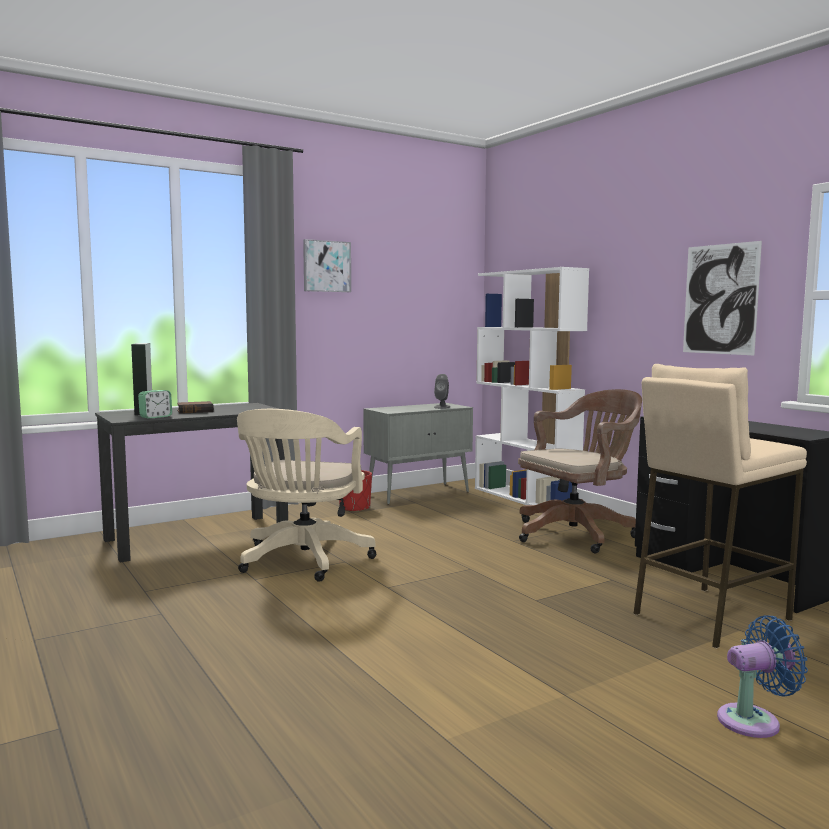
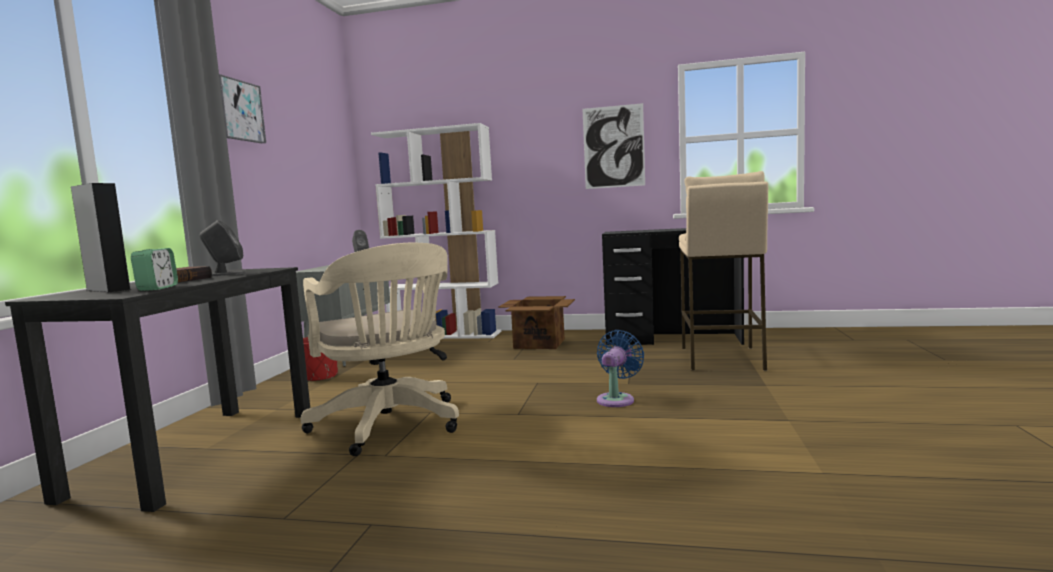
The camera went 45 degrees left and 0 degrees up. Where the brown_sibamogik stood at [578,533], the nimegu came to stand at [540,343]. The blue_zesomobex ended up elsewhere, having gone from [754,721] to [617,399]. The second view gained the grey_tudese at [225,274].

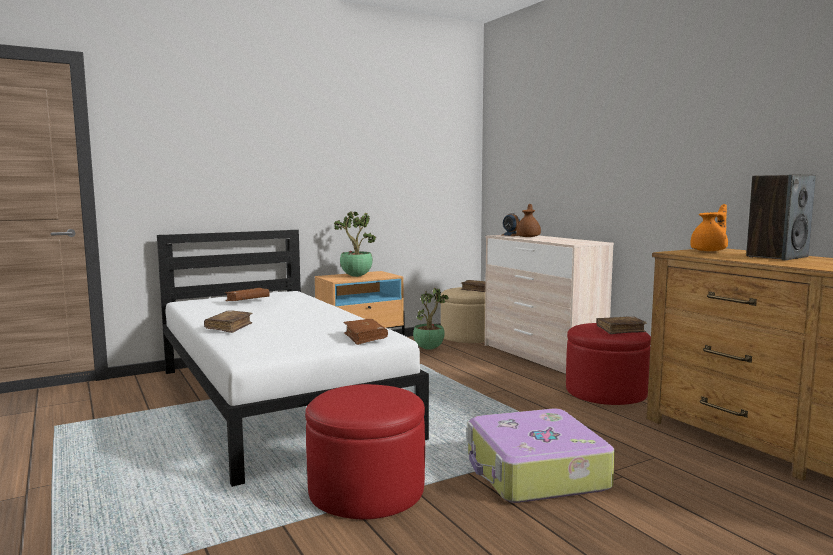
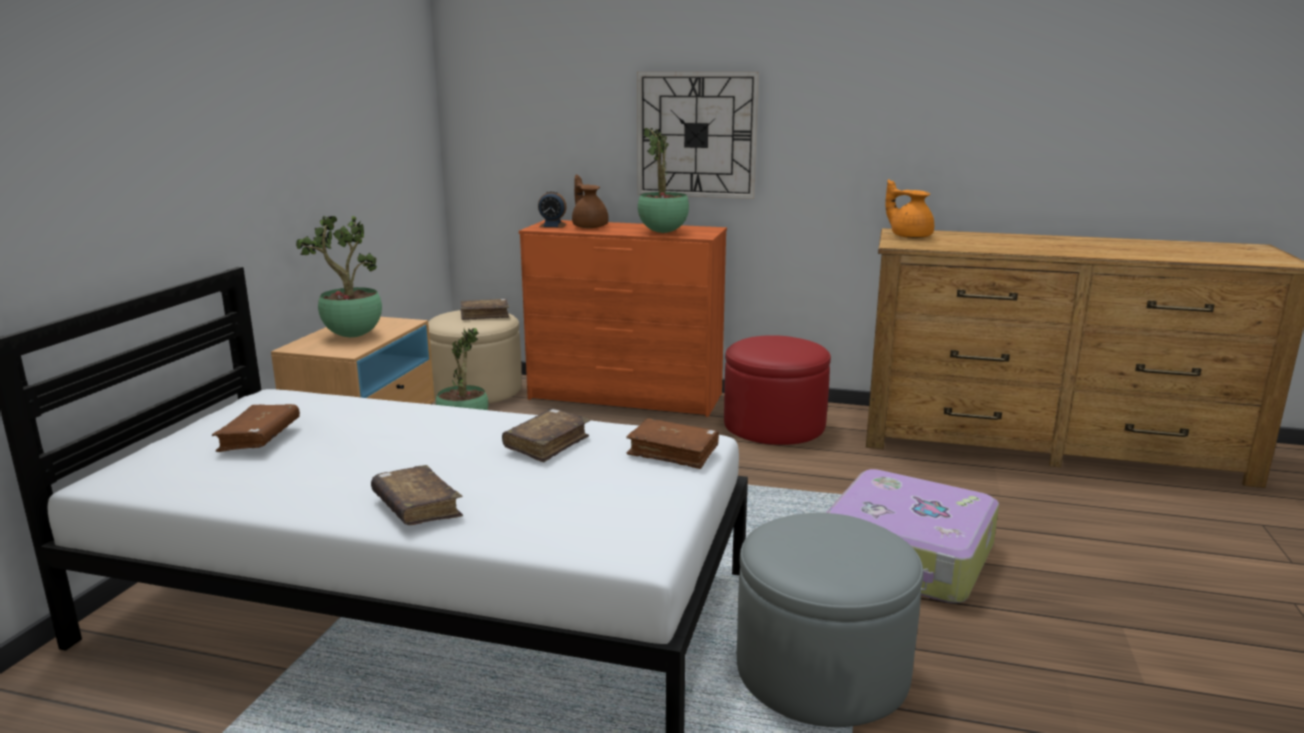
The camera went 45 degrees left and 10 degrees up. What was the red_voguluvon at [366,489] turned into the grey_voguluvon at [822,670]. What was the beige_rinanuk at [541,357] turned into the orange_rinanuk at [625,397]. The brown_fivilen ended up elsewhere, having gone from [620,330] to [547,444]. The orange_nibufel at [710,250] ended up facing another way, 60 degrees counterclockwise from before. The second view lost the tudese at [777,257]. The second view gained the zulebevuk at [696,135]. The second view gained the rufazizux at [663,232].

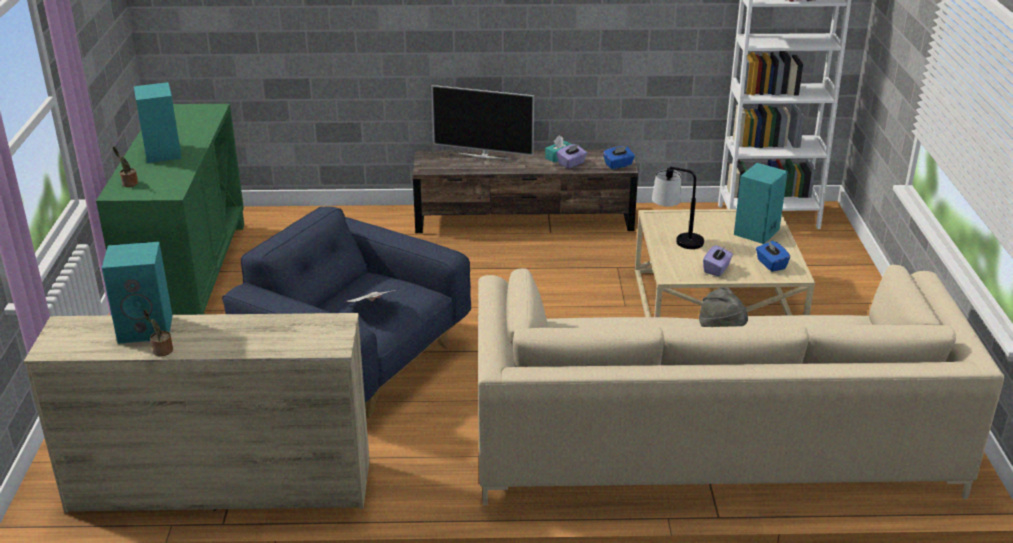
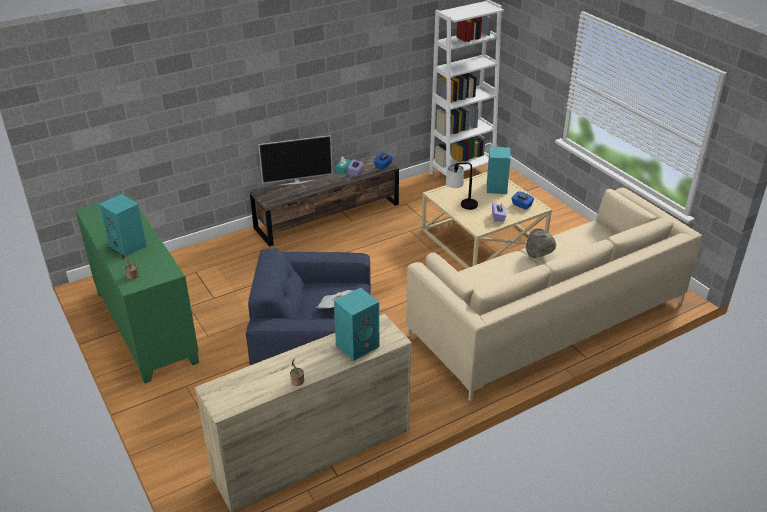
The camera went 30 degrees left and 5 degrees up. The turquoise_tudese ended up elsewhere, having gone from [147,328] to [357,345].

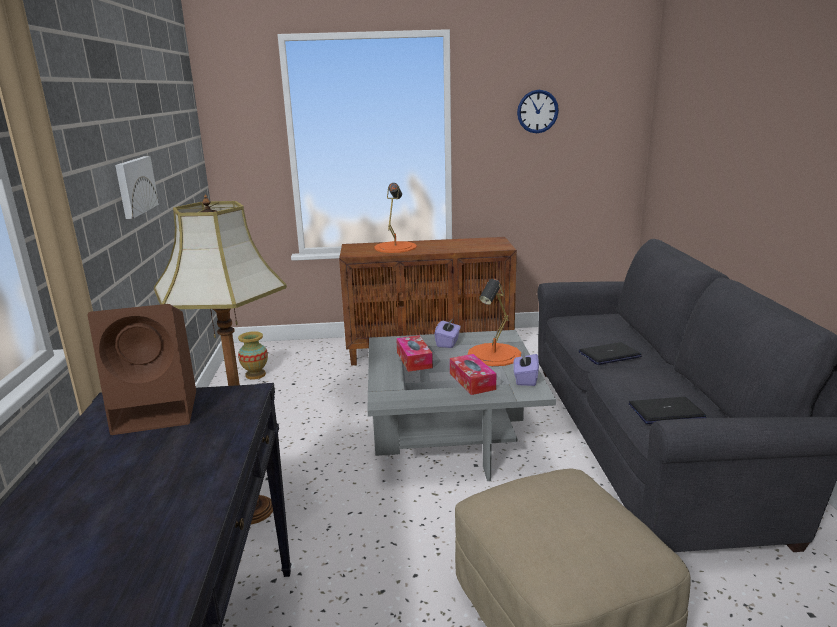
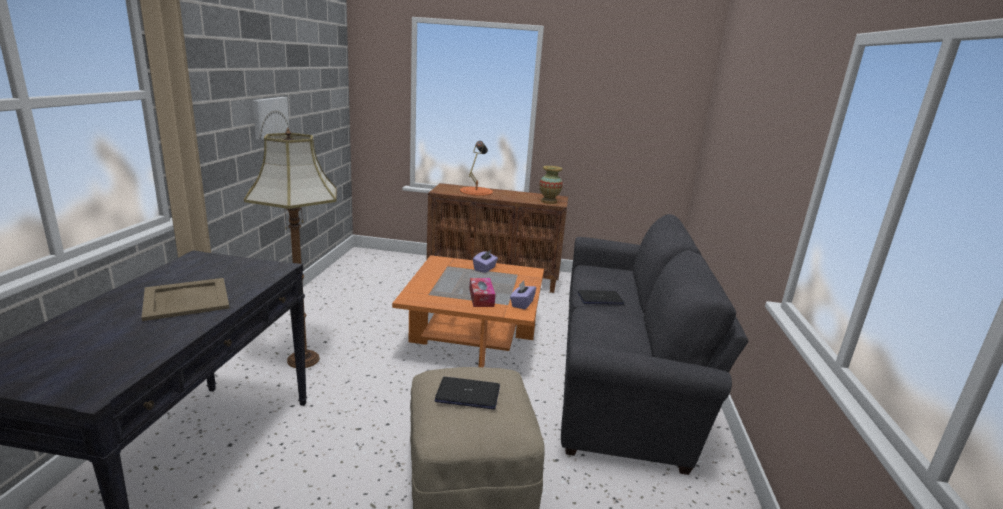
The camera went 10 degrees right and 0 degrees up. The second view lost the brown_tudese at [159,411]. The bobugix ended up elsewhere, having gone from [255,375] to [549,201]. What was the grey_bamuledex at [452,436] turned into the orange_bamuledex at [472,340]. The second view lost the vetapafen at [414,360]. The second view lost the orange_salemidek at [494,355]. The second view lost the zulebevuk at [537,111]. The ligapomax ended up elsewhere, having gone from [666,412] to [468,394]. The second view gained the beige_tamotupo at [187,299].

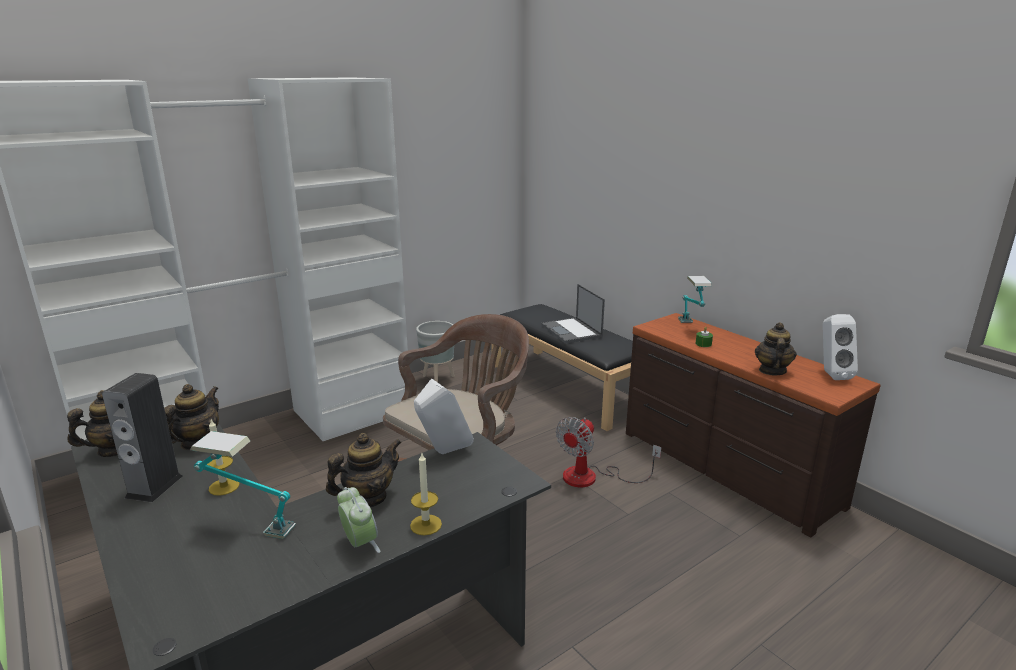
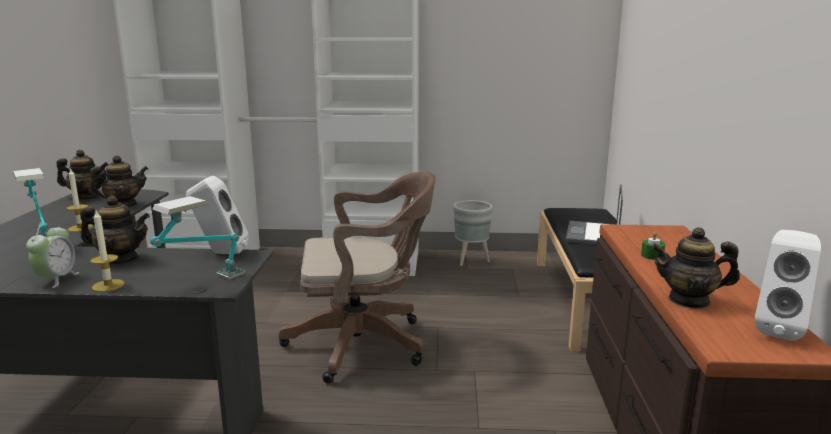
The camera went 40 degrees right and 5 degrees down. The second view lost the tudese at [154,486]. The second view lost the zesomobex at [592,477]. The salemidek ended up elsewhere, having gone from [691,328] to [203,284]. The nibufel at [772,371] ended up facing another way, 135 degrees counterclockwise from before.

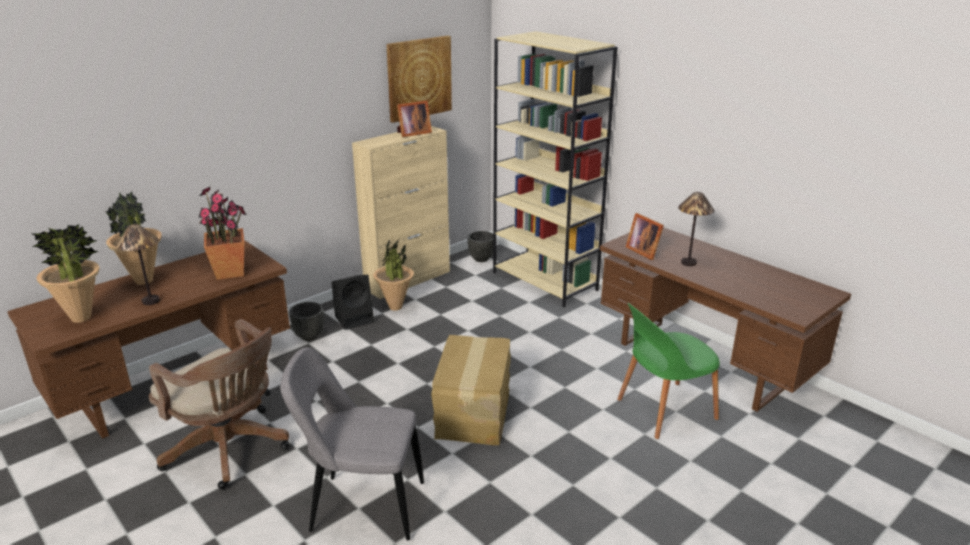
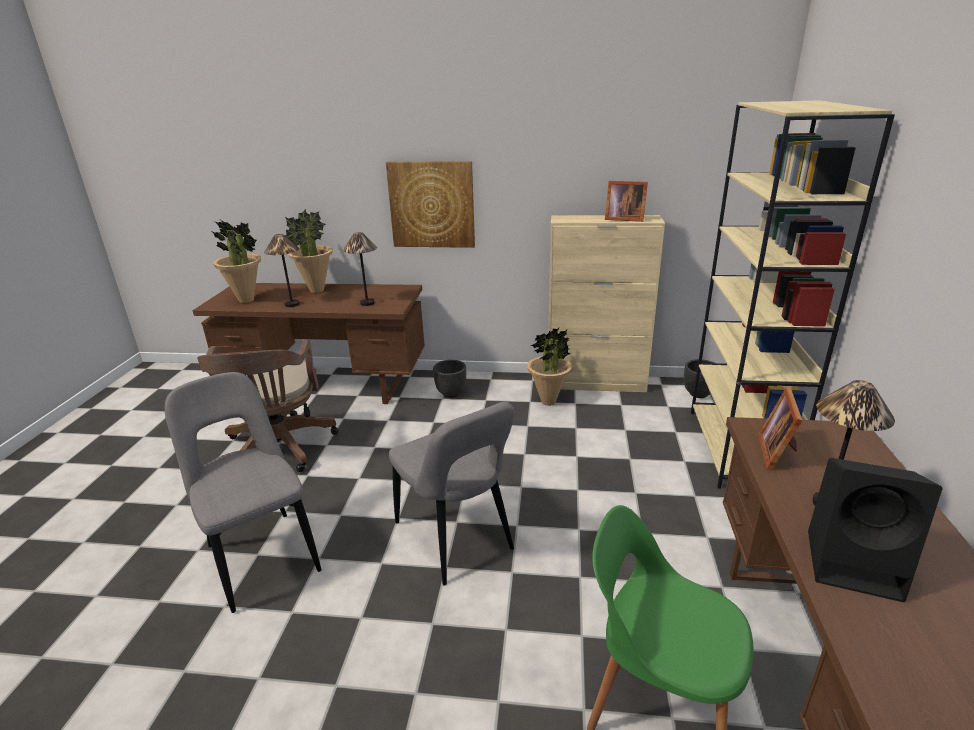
The camera went 50 degrees right and 0 degrees up. Where the rufazizux stood at [230,272], the salemidek came to stand at [367,303]. The black_tudese ended up elsewhere, having gone from [355,319] to [855,564]. The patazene ended up elsewhere, having gone from [419,78] to [432,204]. Where the nimegu stood at [474,413], the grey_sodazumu came to stand at [456,539].

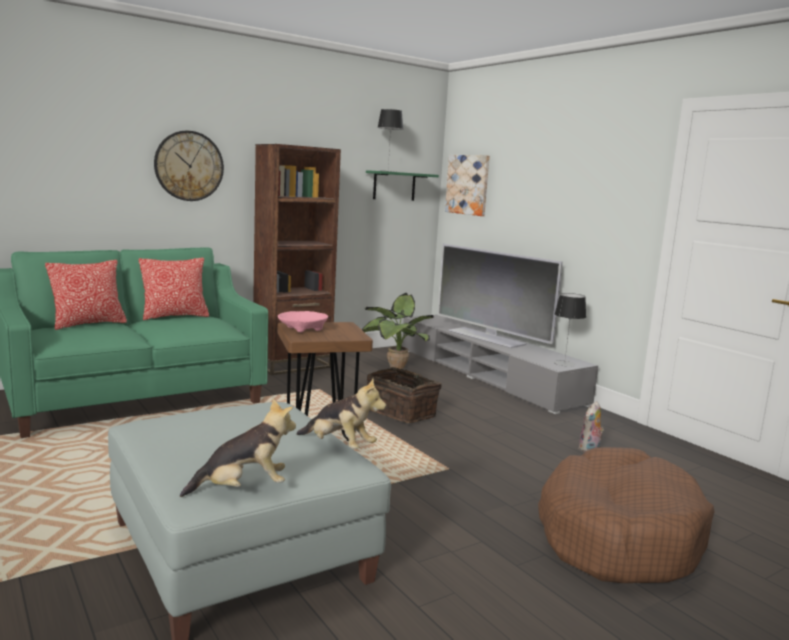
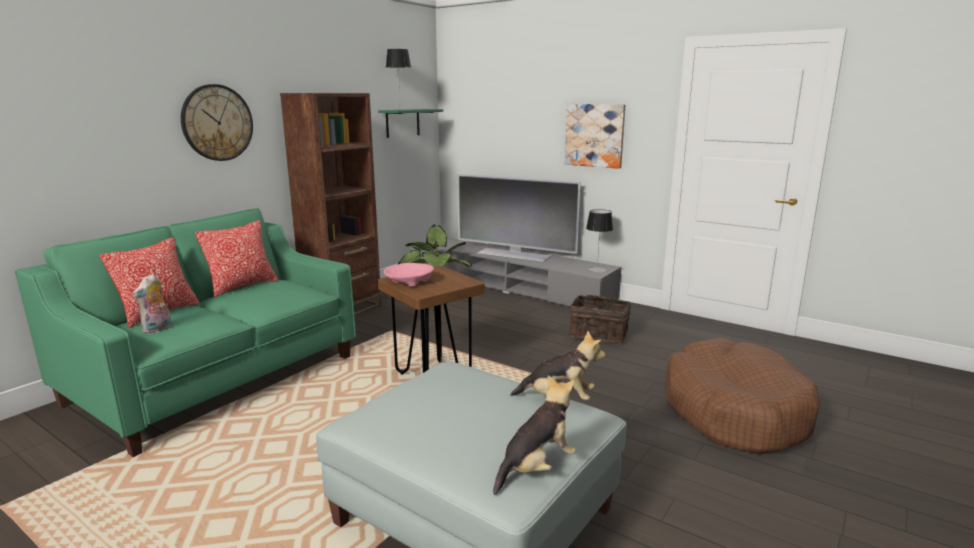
The camera went 20 degrees left and 5 degrees up. The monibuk ended up elsewhere, having gone from [402,413] to [599,334]. The patazene ended up elsewhere, having gone from [468,184] to [594,135]. The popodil ended up elsewhere, having gone from [589,449] to [157,329].

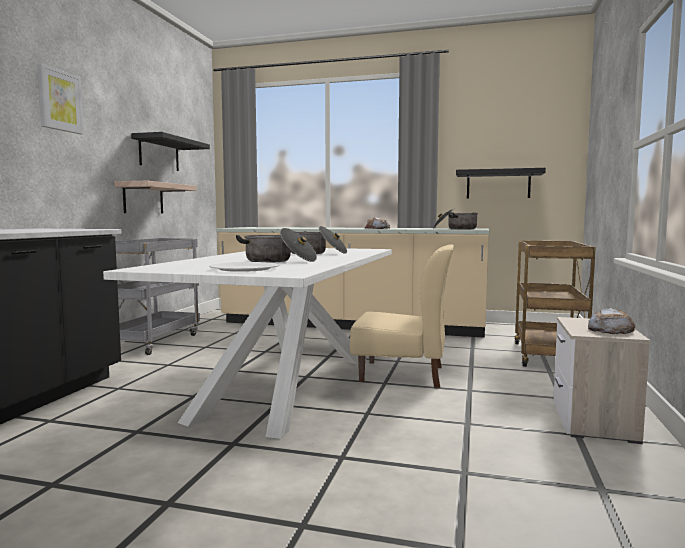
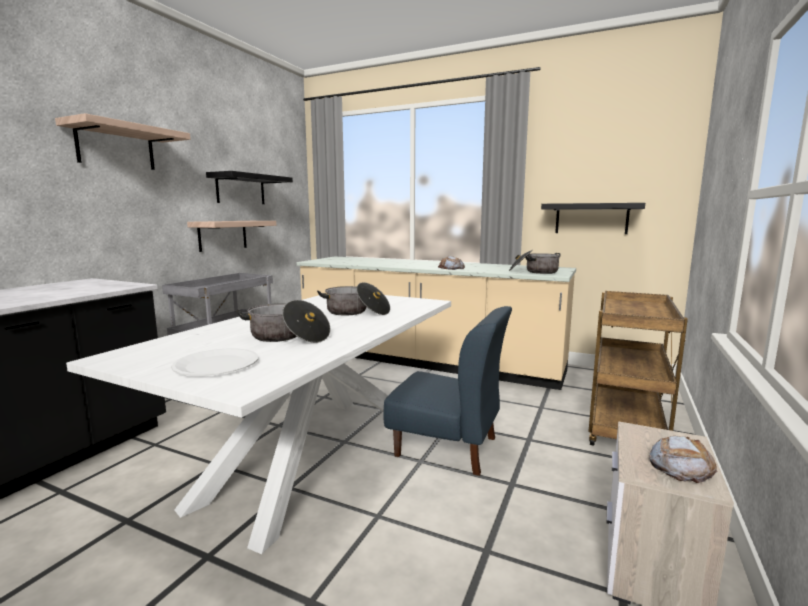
The camera went 10 degrees right and 5 degrees up. Where the patazene hung at [59,100], the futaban came to hang at [116,147]. What was the beige_sodazumu at [403,374] turned into the blue_sodazumu at [447,447].

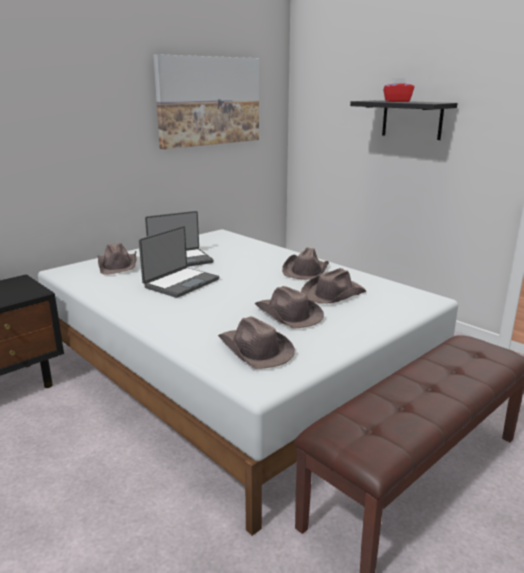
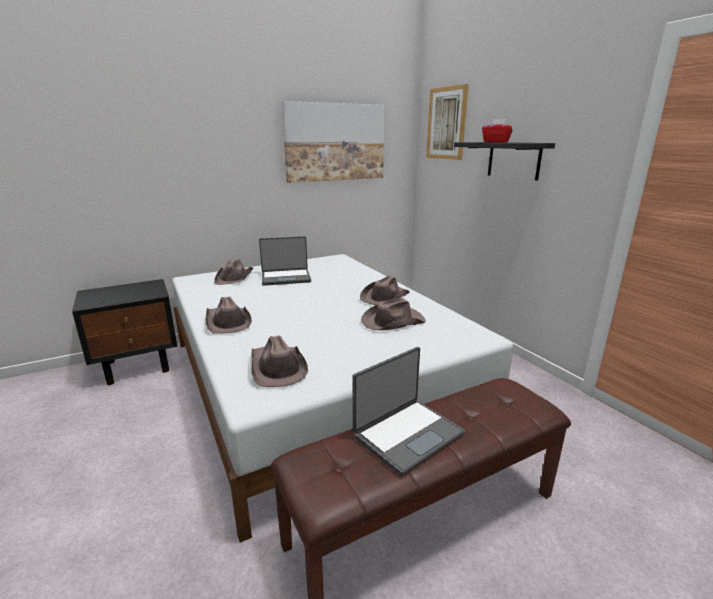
The camera went 15 degrees right and 0 degrees up. The ligapomax ended up elsewhere, having gone from [180,283] to [407,434]. The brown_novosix ended up elsewhere, having gone from [288,315] to [228,321]. The second view gained the patazene at [446,123].

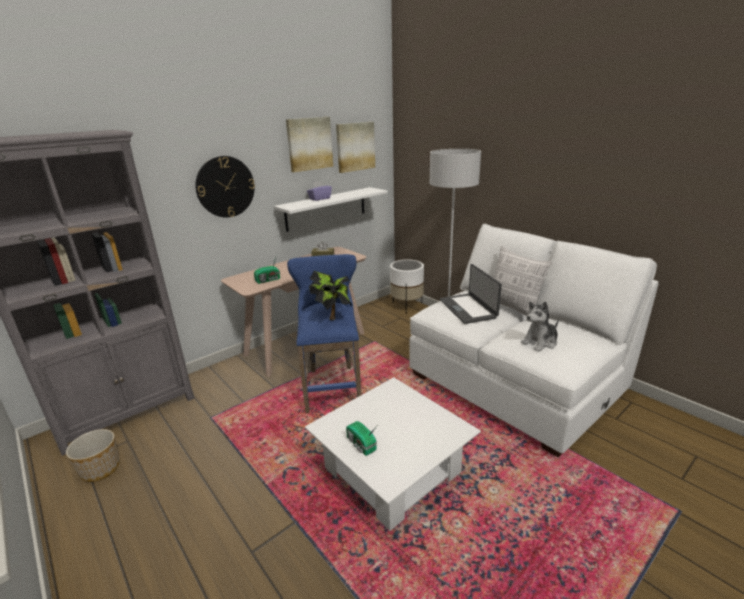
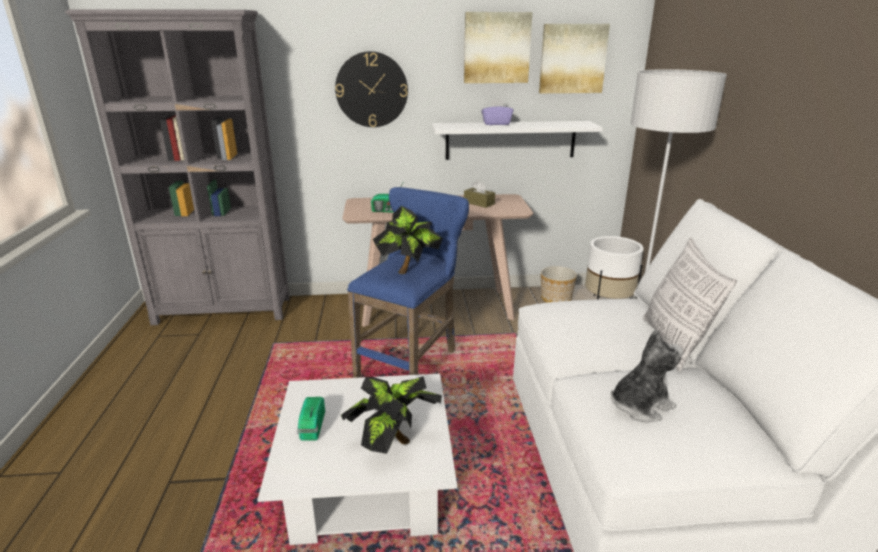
The camera went 35 degrees right and 0 degrees up. The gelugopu ended up elsewhere, having gone from [100,469] to [555,299]. The second view lost the ligapomax at [468,308]. The popodil at [540,342] ended up facing another way, 150 degrees clockwise from before. The second view gained the rufazizux at [393,444].

